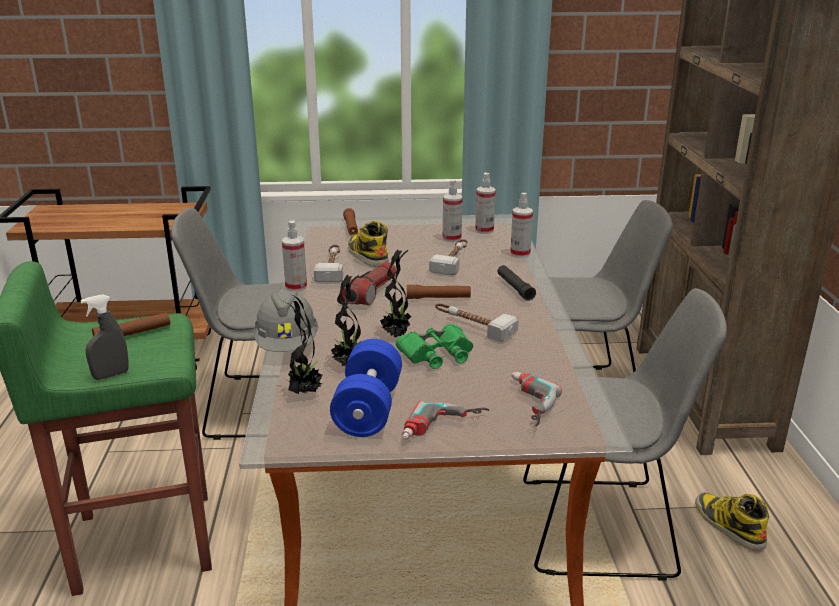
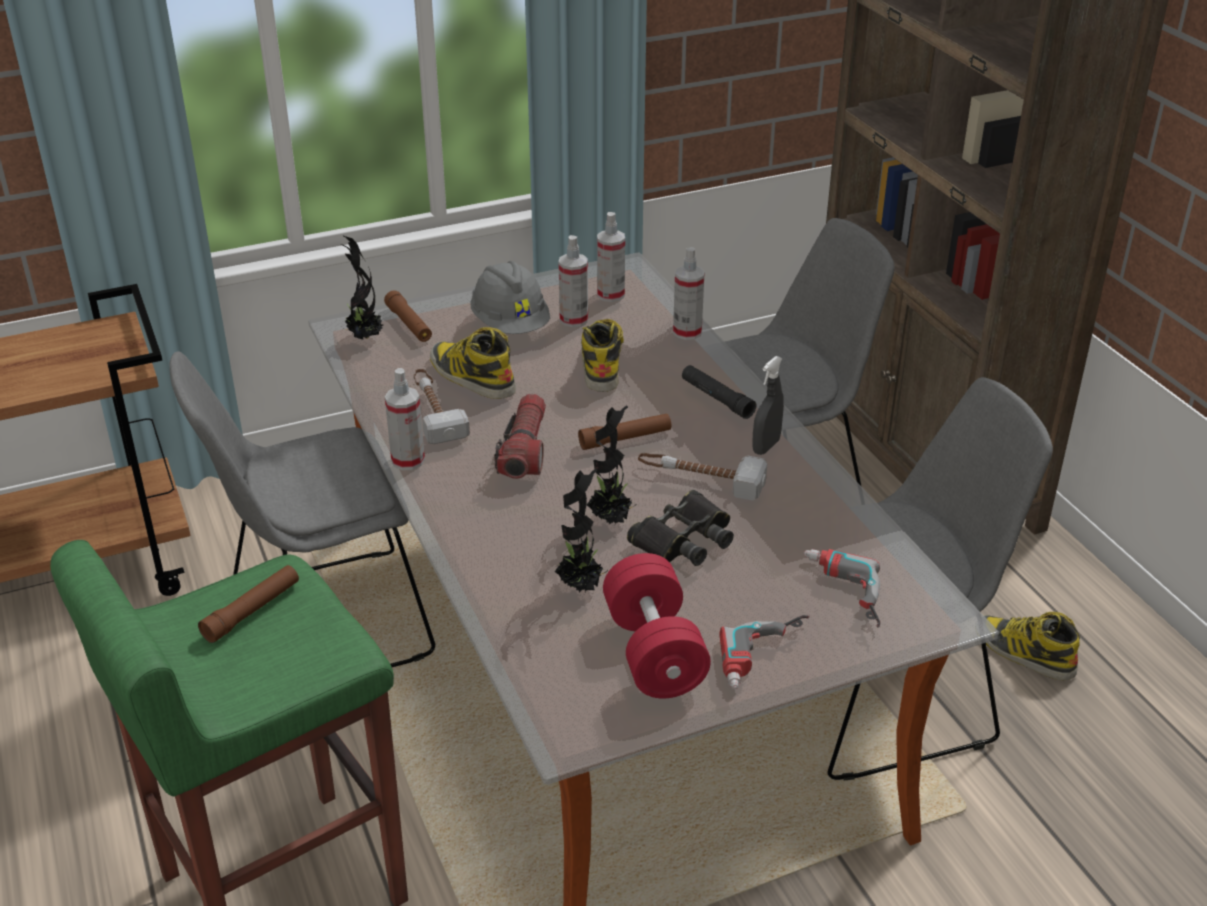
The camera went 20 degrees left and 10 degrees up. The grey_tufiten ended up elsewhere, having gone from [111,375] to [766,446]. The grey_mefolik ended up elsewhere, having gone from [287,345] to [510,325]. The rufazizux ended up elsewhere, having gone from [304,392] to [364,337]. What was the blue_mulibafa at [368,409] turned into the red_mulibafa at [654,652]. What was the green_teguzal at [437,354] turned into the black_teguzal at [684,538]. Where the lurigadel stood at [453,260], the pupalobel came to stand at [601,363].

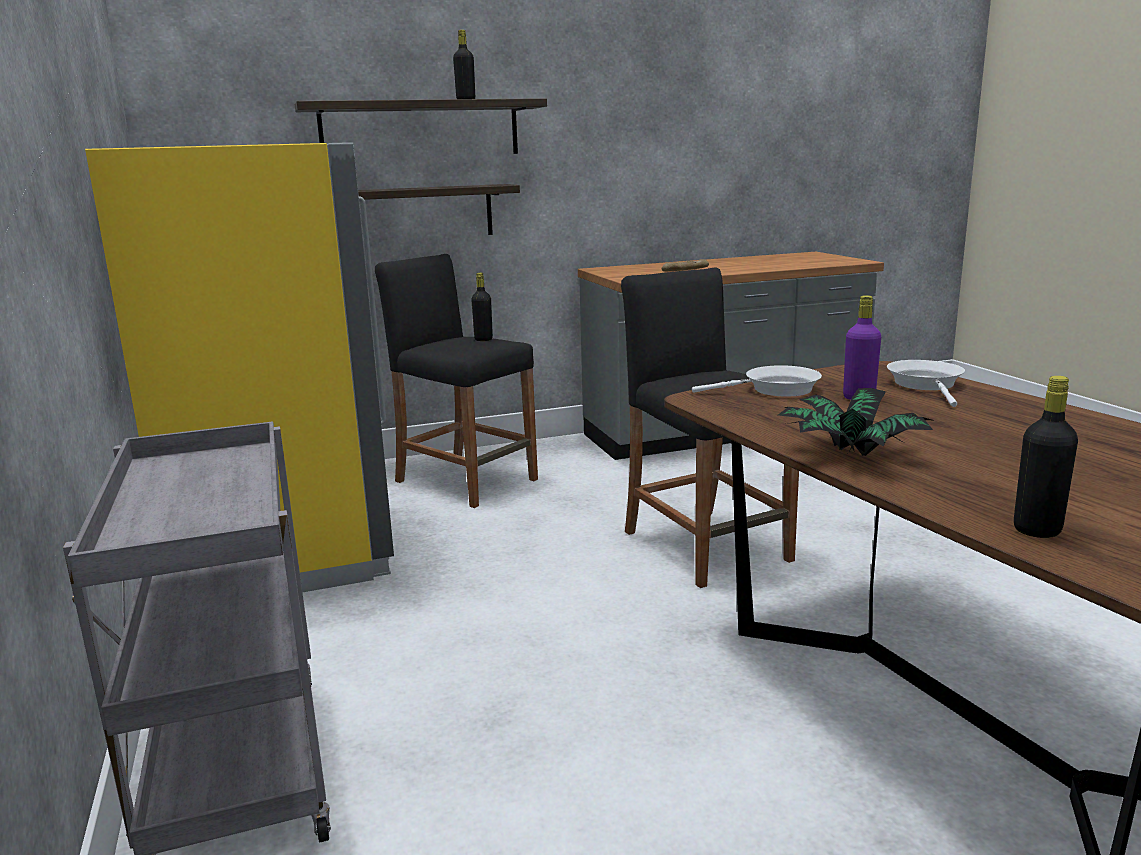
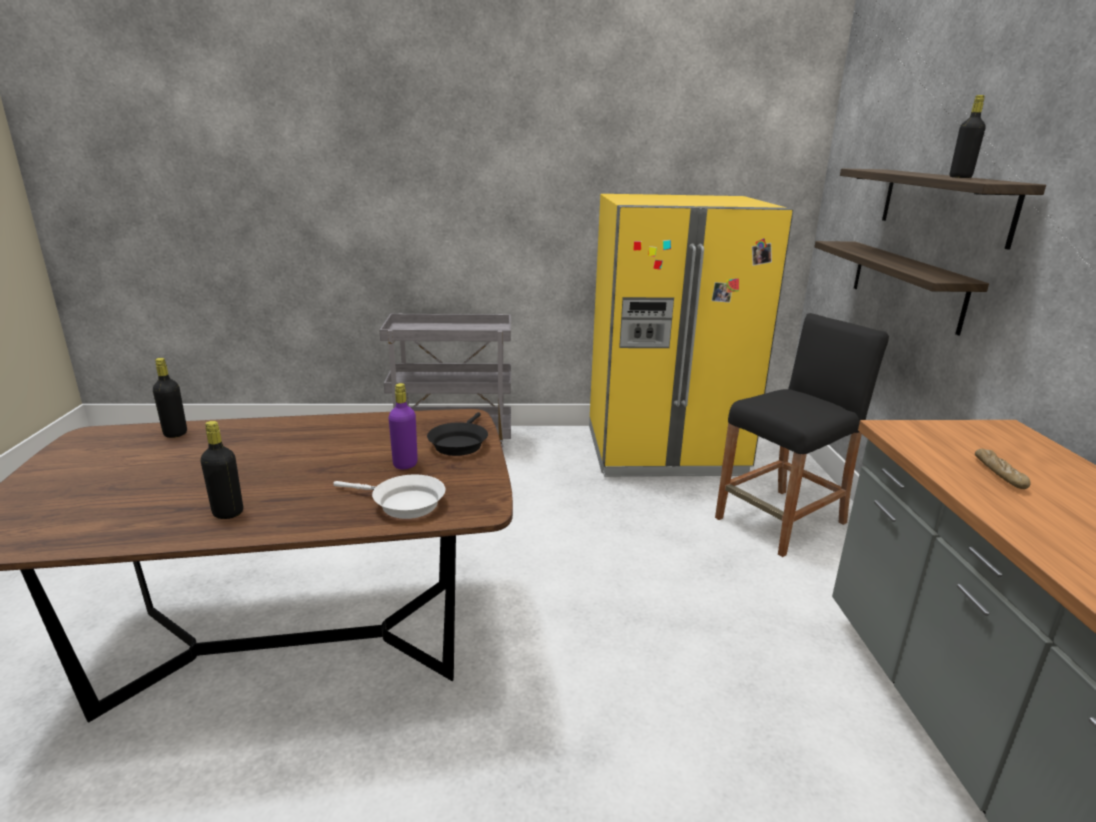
The camera went 105 degrees right and 5 degrees up. The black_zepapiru ended up elsewhere, having gone from [483,339] to [228,513]. The second view lost the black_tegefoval at [705,546]. What was the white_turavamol at [775,390] turned into the black_turavamol at [459,443]. The second view lost the rufazizux at [851,454].

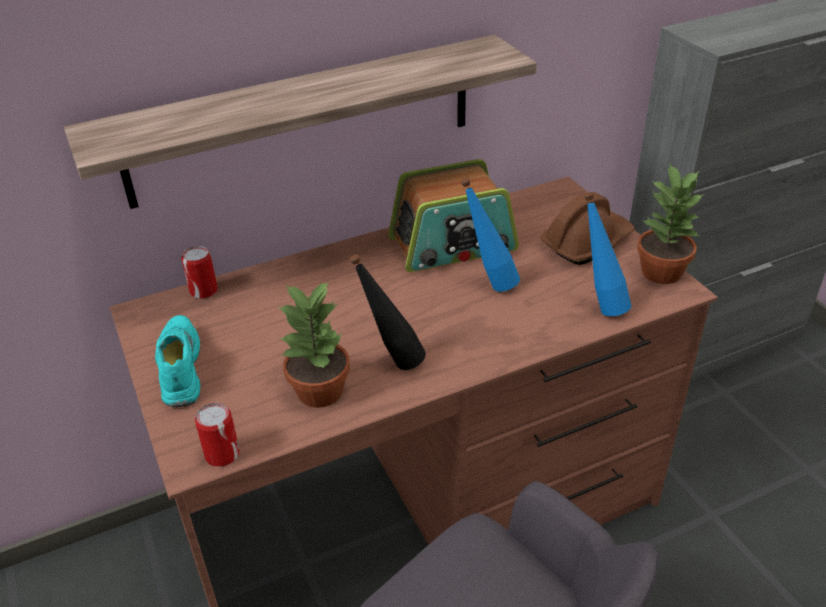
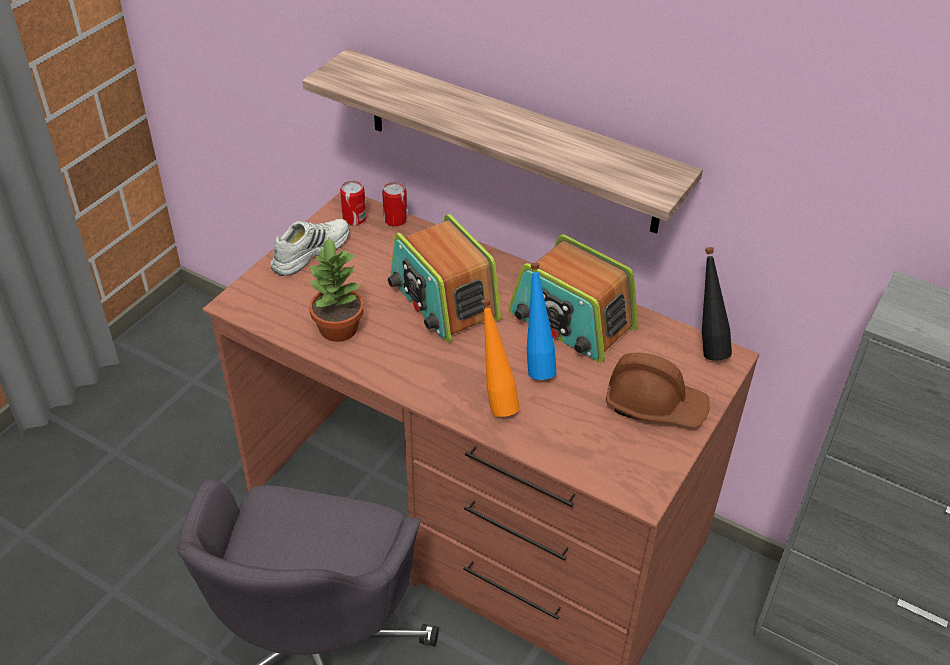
The camera went 55 degrees right and 5 degrees up. What was the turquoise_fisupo at [178,368] turned into the white_fisupo at [310,252]. The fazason ended up elsewhere, having gone from [222,454] to [354,218]. The black_zepapiru ended up elsewhere, having gone from [392,362] to [706,347]. The second view lost the blue_zepapiru at [599,305]. The second view lost the rufazizux at [662,271]. The second view gained the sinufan at [443,300]. The second view gained the orange_zepapiru at [496,401].

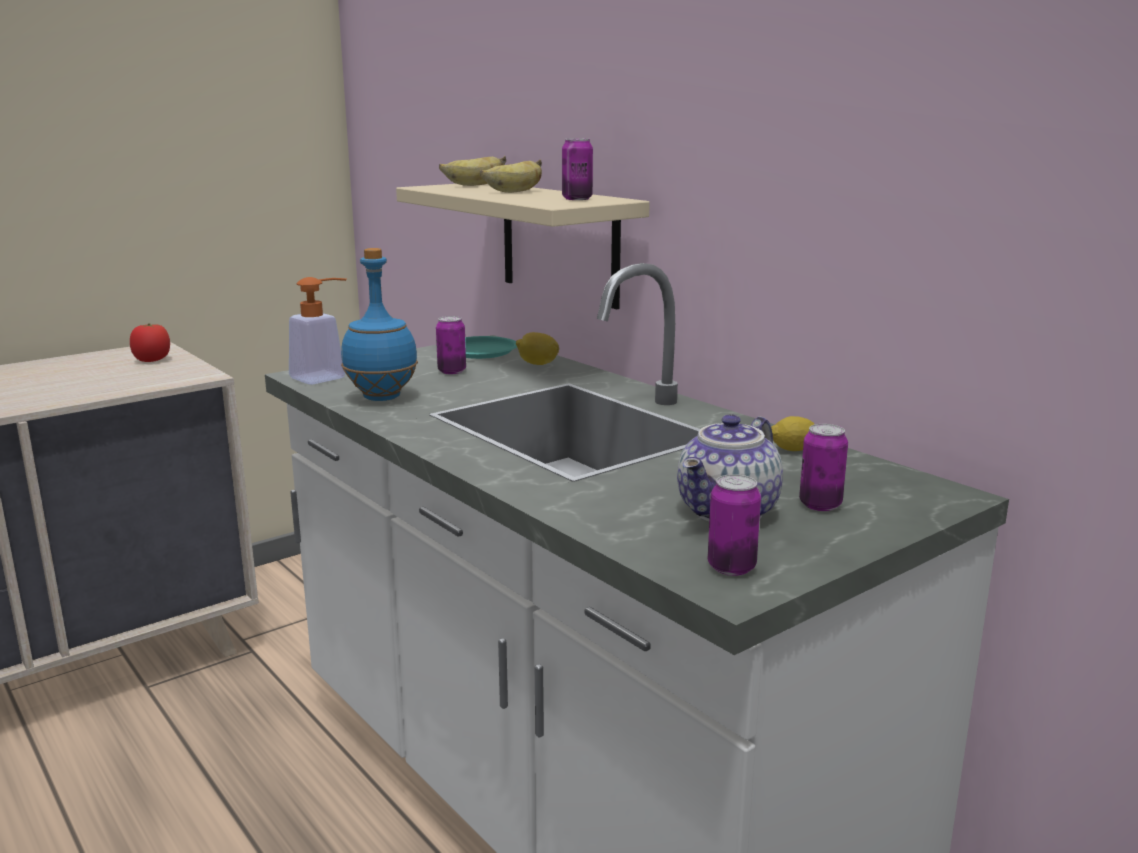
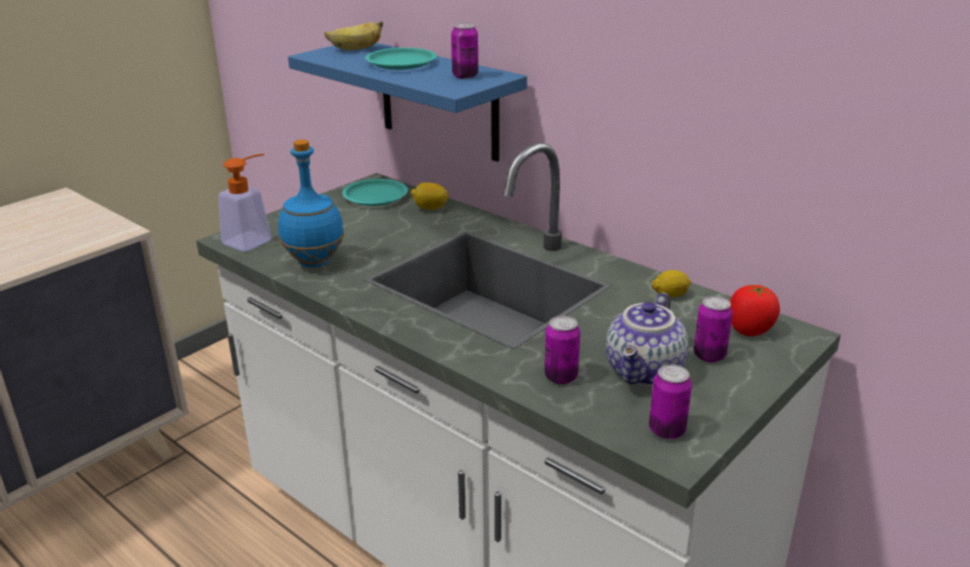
The camera went 10 degrees left and 10 degrees up. The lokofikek ended up elsewhere, having gone from [152,360] to [749,330]. What was the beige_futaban at [559,243] turned into the blue_futaban at [438,100]. The fazason ended up elsewhere, having gone from [452,371] to [561,377]. Where the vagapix stood at [514,192], the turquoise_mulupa came to stand at [401,63].

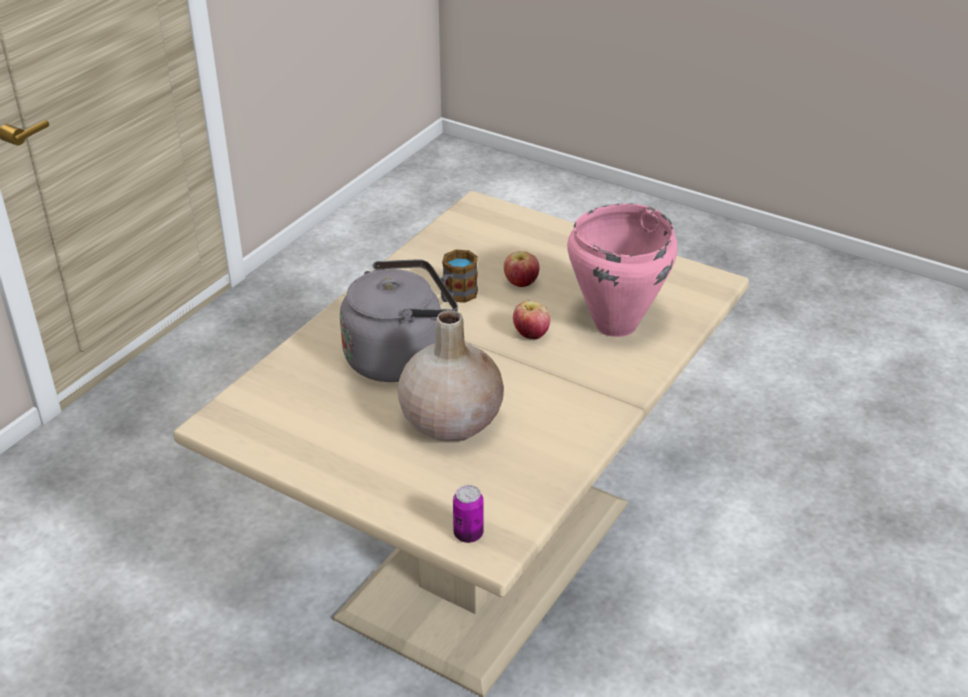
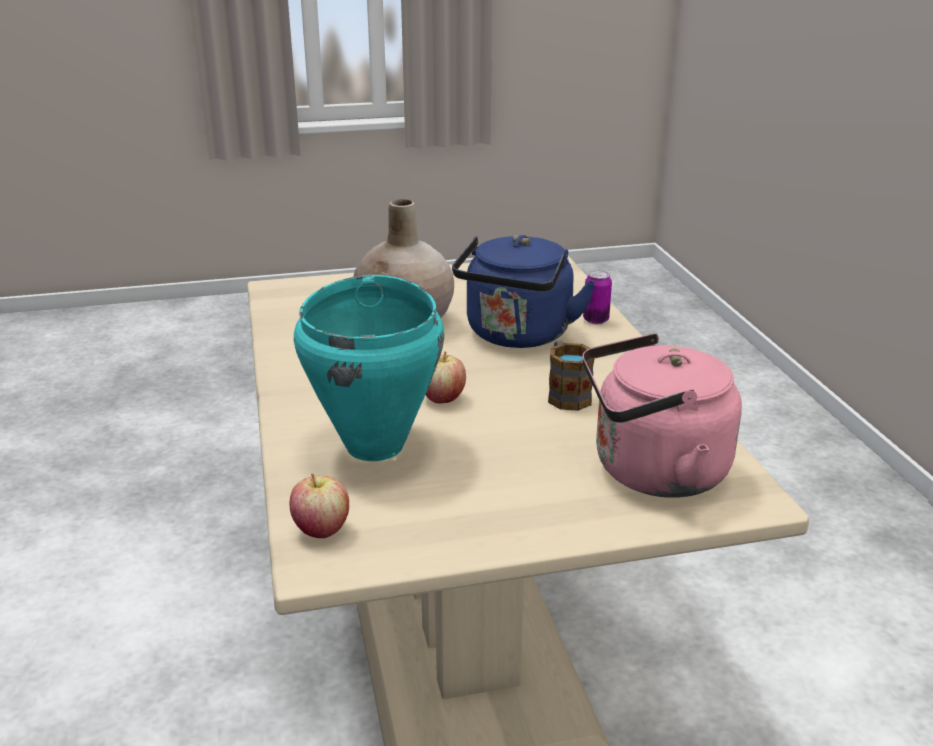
The camera went 135 degrees right and 10 degrees down. What was the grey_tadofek at [400,357] turned into the blue_tadofek at [517,336]. The fazason ended up elsewhere, having gone from [468,534] to [595,320]. The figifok ended up elsewhere, having gone from [521,283] to [321,529]. What was the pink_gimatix at [614,324] turned into the turquoise_gimatix at [376,445]. The second view gained the pink_tadofek at [652,472].

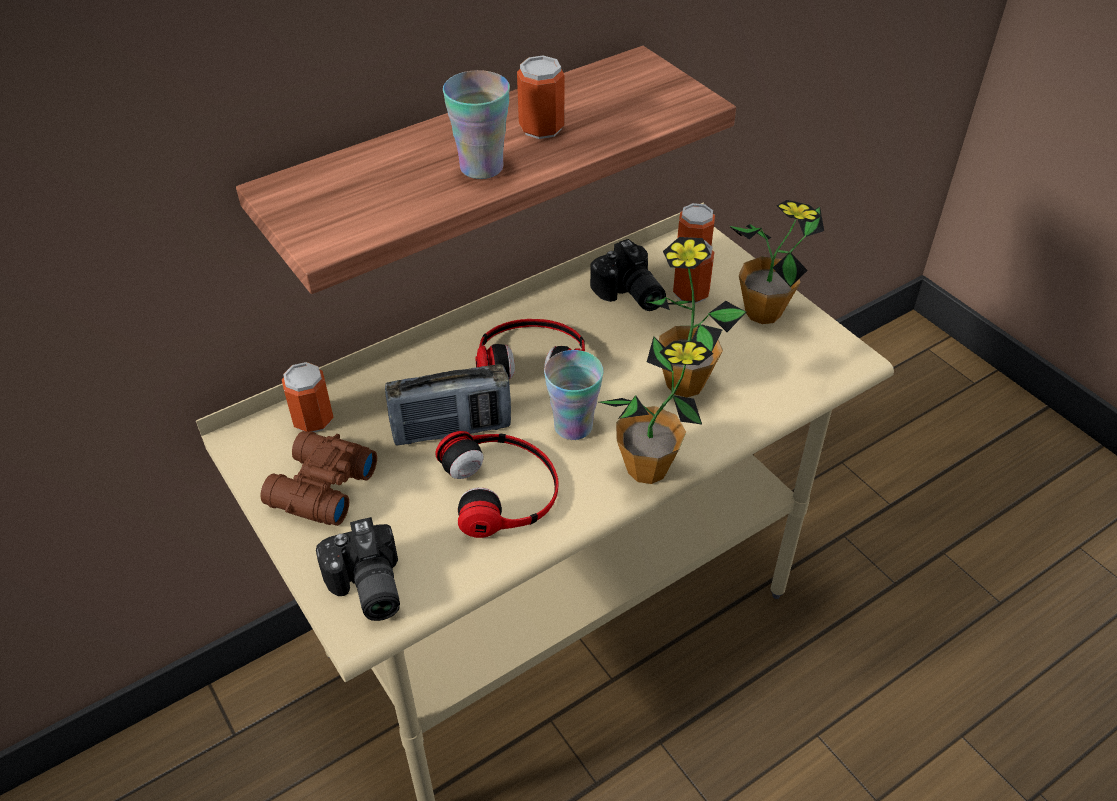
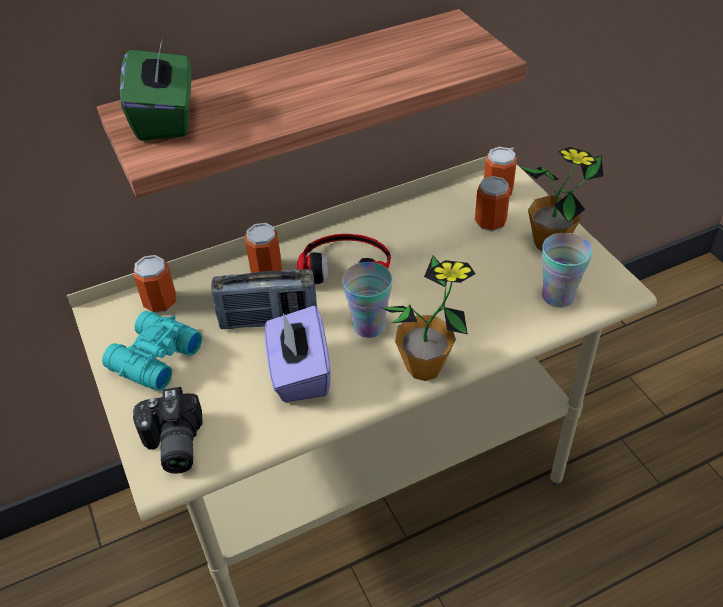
The camera went 10 degrees right and 0 degrees up. What was the brown_teguzal at [319,489] turned into the turquoise_teguzal at [153,359]. Where the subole stood at [502,488], the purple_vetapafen came to stand at [299,373]. The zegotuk ended up elsewhere, having gone from [481,167] to [558,296]. The fazason ended up elsewhere, having gone from [541,128] to [266,269]. The second view lost the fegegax at [629,295]. The second view lost the rufazizux at [685,383]. The second view gained the green_vetapafen at [166,118].

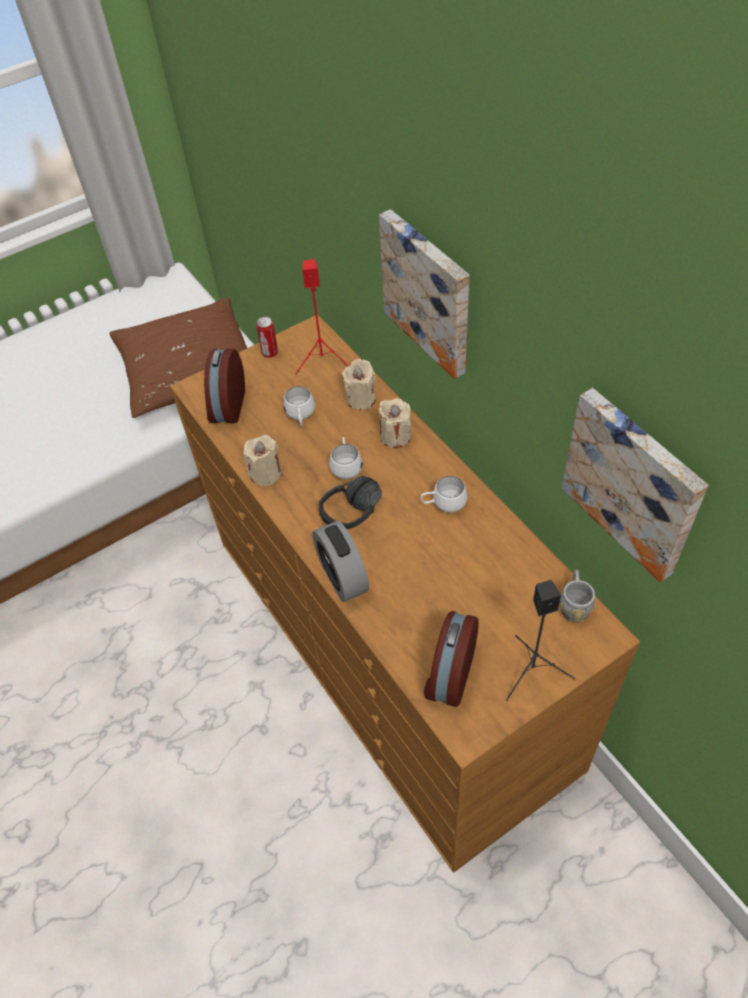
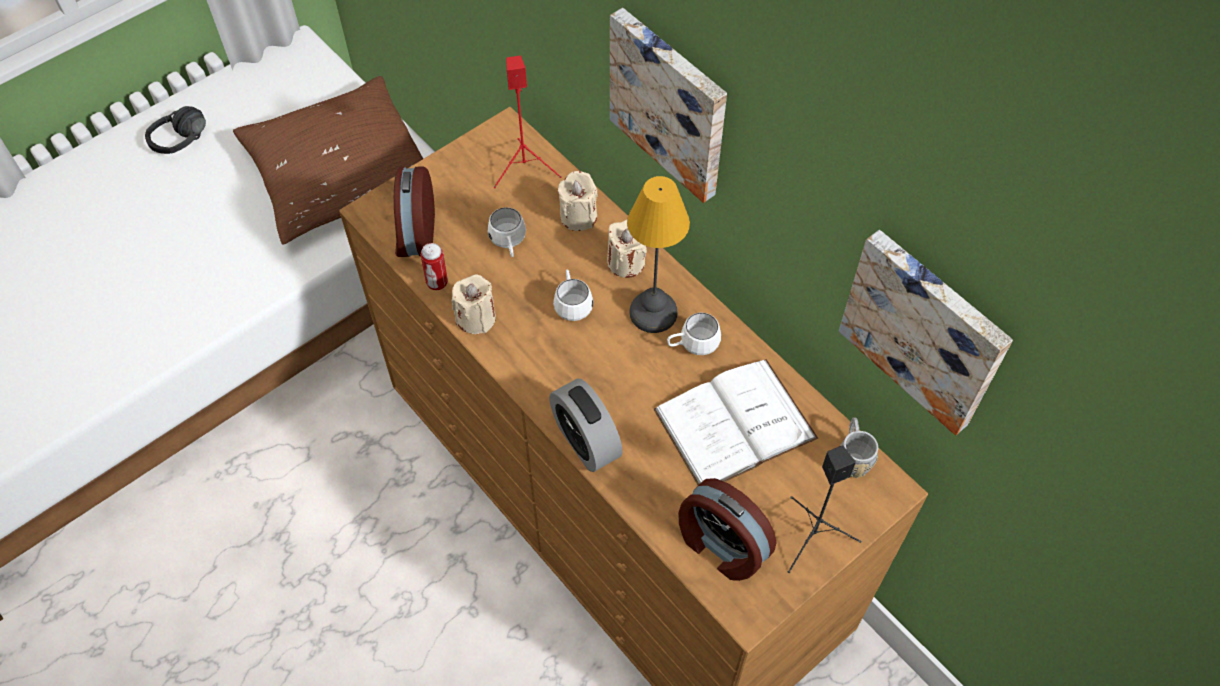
The camera went 10 degrees left and 5 degrees up. The fazason ended up elsewhere, having gone from [270,353] to [437,283]. The black_subole ended up elsewhere, having gone from [359,517] to [186,144]. The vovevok at [448,673] ended up facing another way, 60 degrees counterclockwise from before. The second view gained the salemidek at [654,311]. The second view gained the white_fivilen at [735,424].

